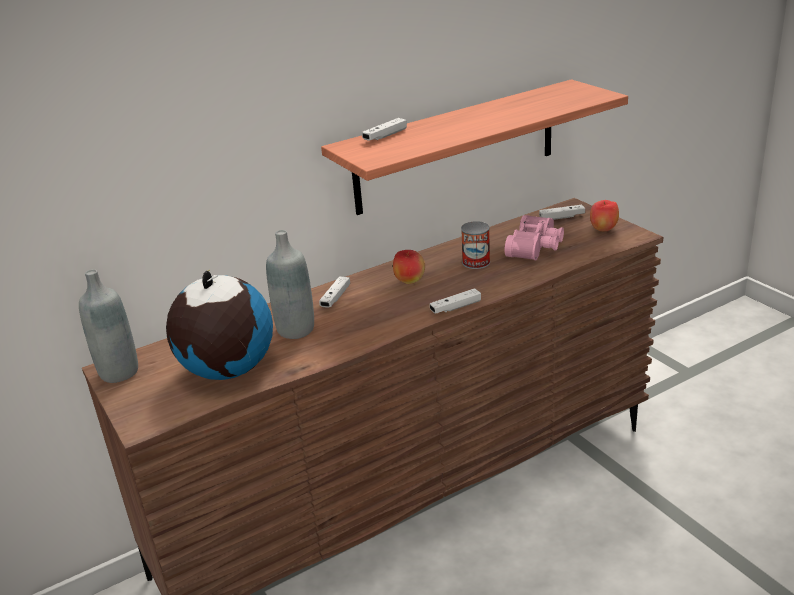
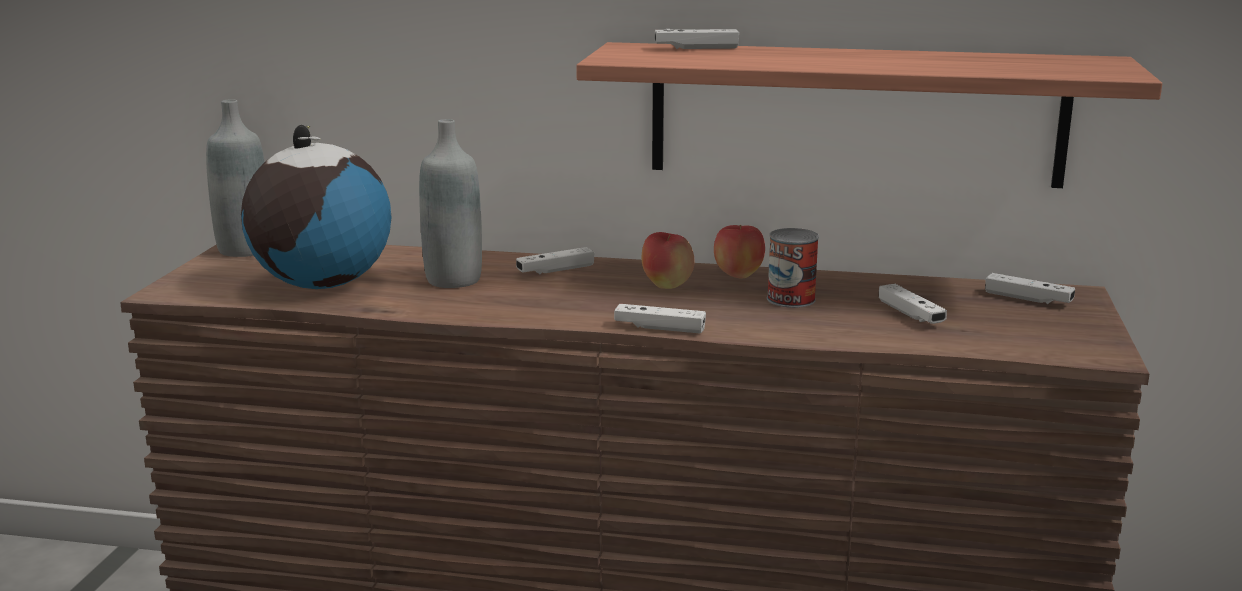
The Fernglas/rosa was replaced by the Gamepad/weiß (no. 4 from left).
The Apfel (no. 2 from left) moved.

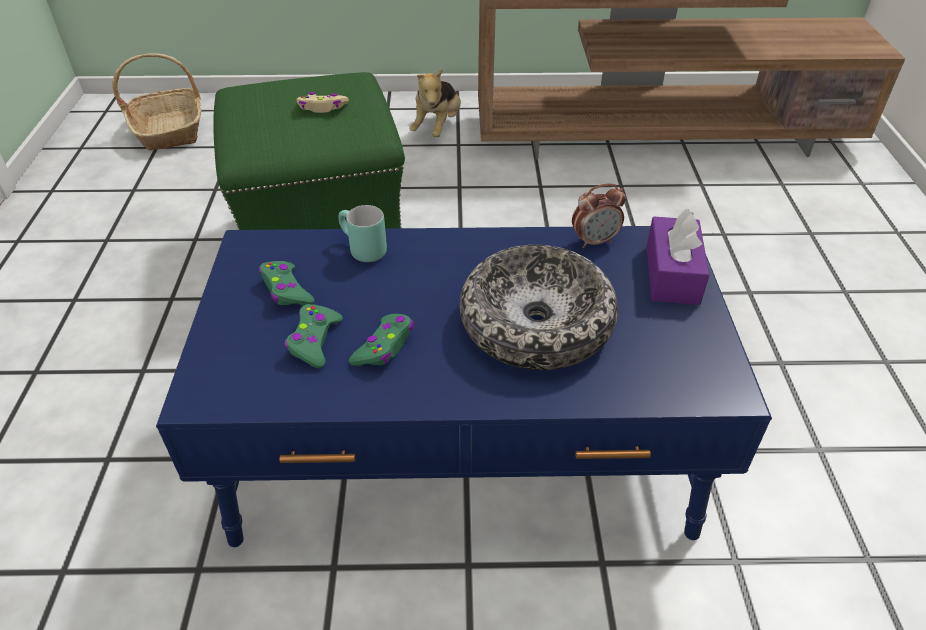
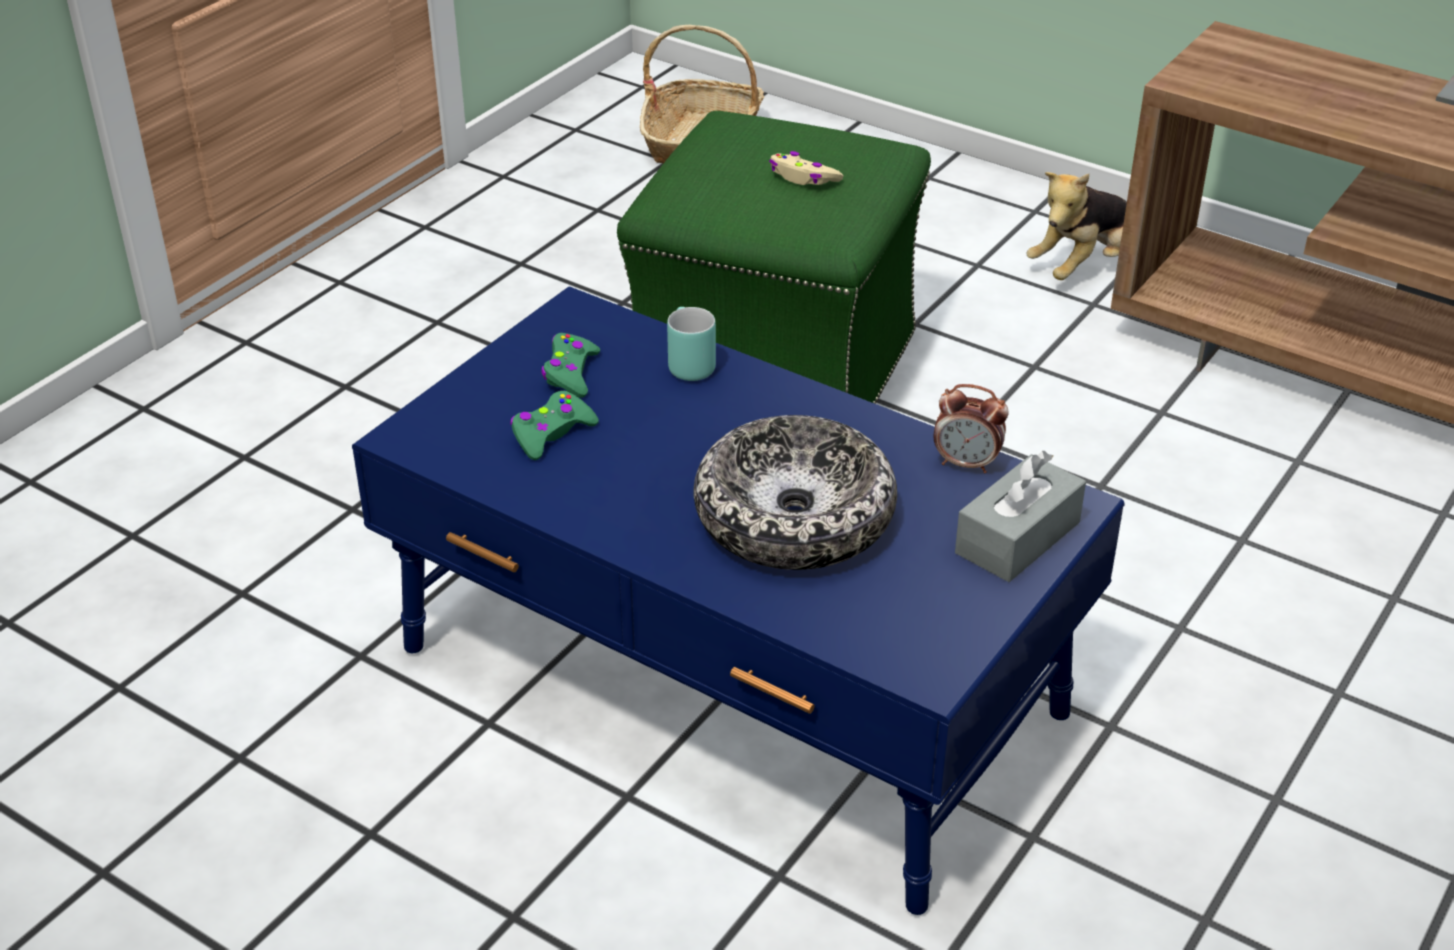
The Gamepad/grün (no. 3 from left) disappeared.
The Taschentuchbox/lila became the Taschentuchbox/grau.

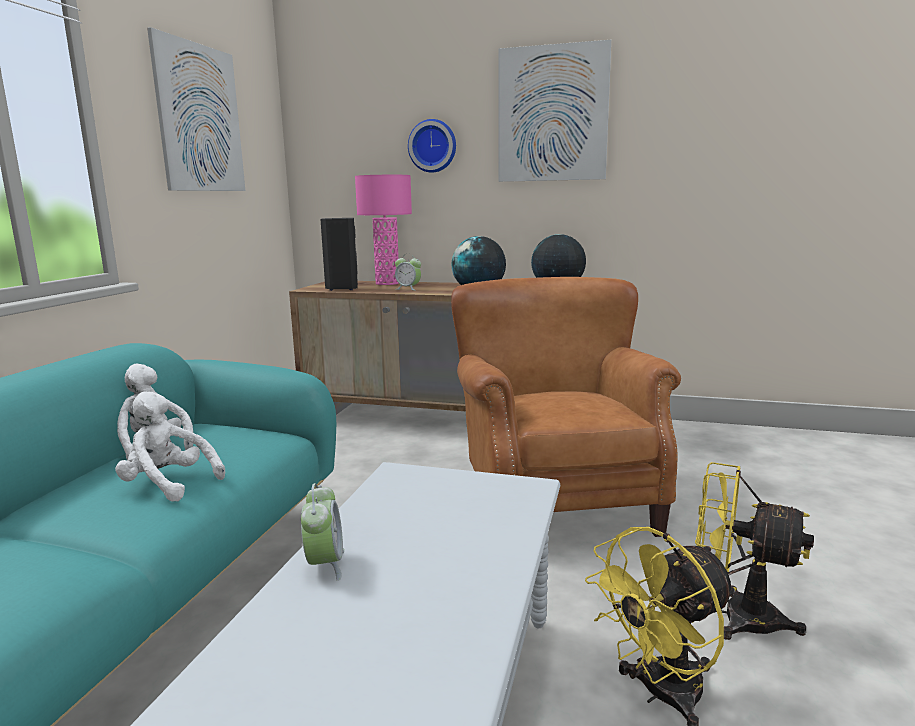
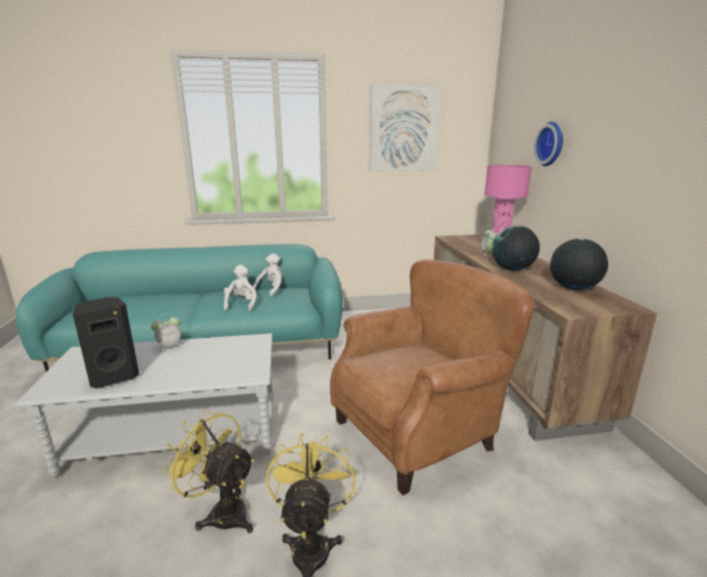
The Lautsprecher/schwarz moved.
The Bild (no. 2 from left) disappeared.

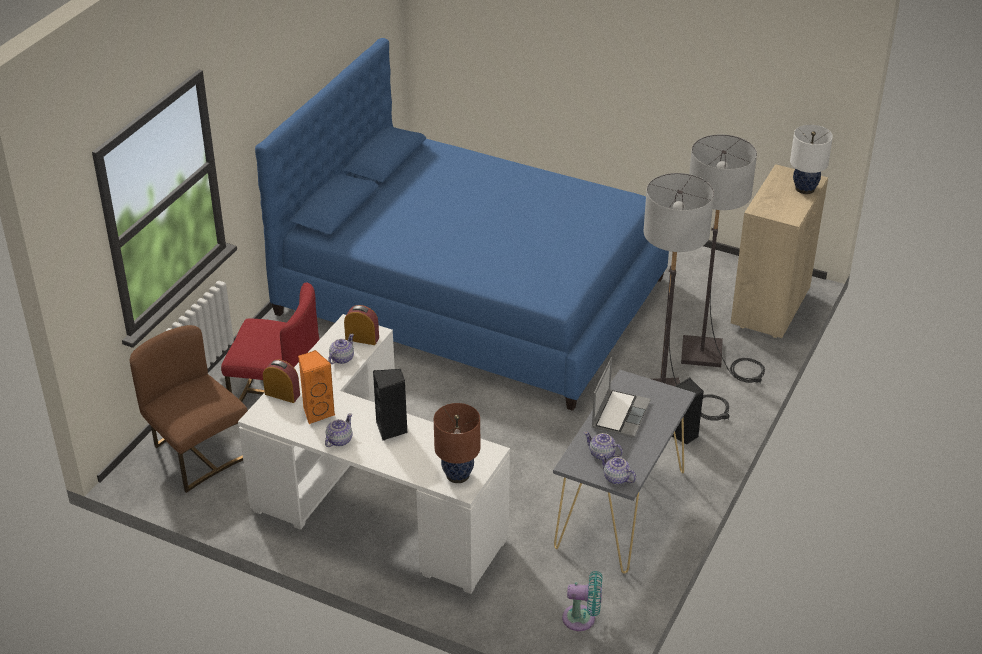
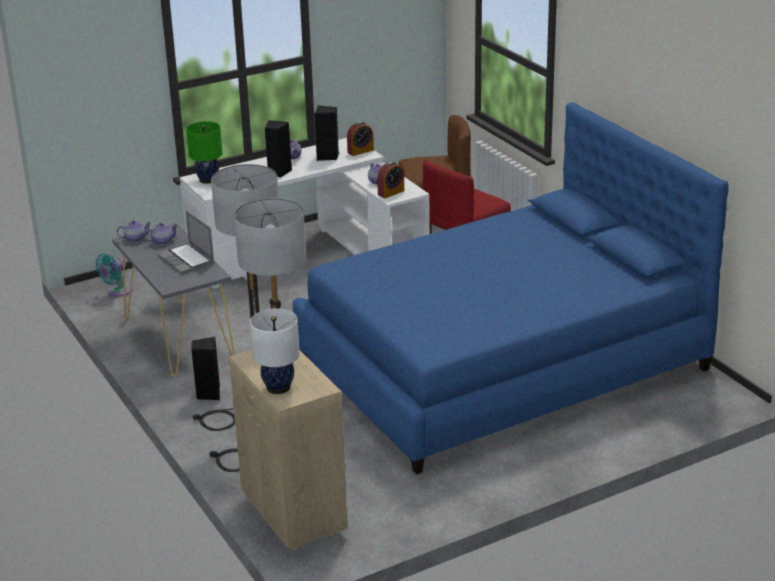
The Lautsprecher/orange became the Lautsprecher/schwarz (no. 3 from left).
The Tischlampe/braun became the Tischlampe/grün.

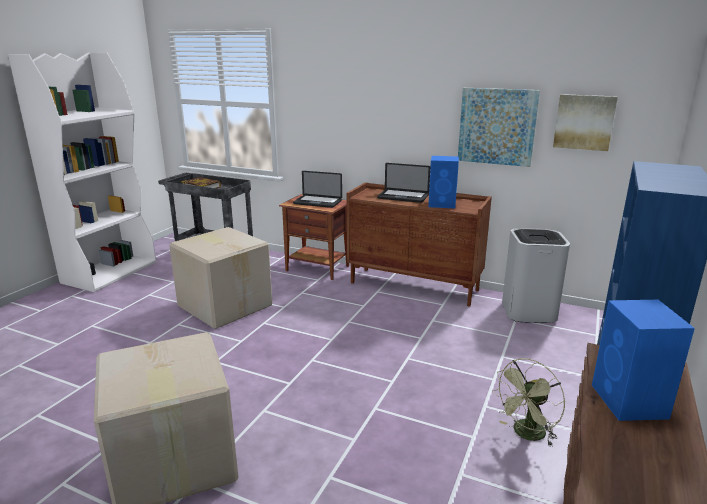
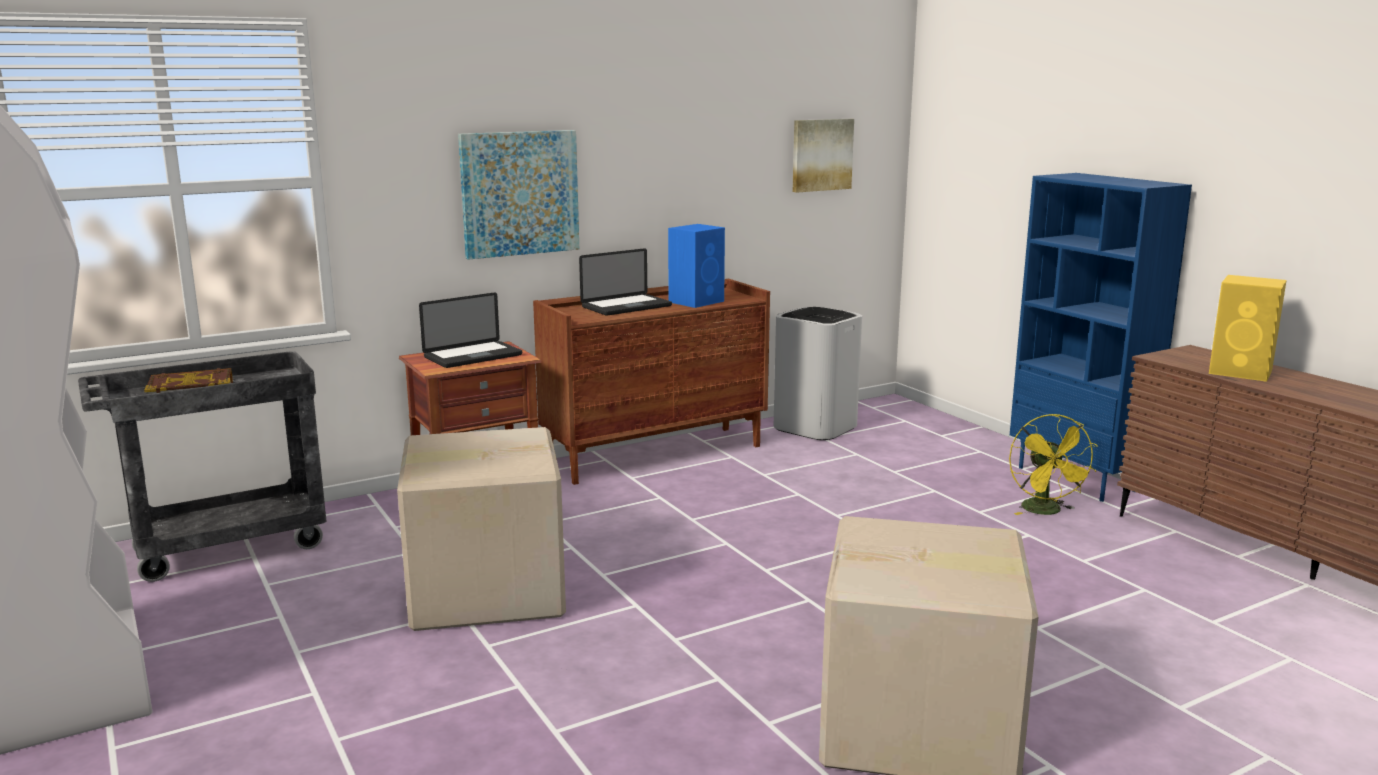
The Bild (no. 1 from left) moved.
The Ventilator/grün became the Ventilator/gelb.
The Lautsprecher/blau (no. 2 from left) became the Lautsprecher/gelb.

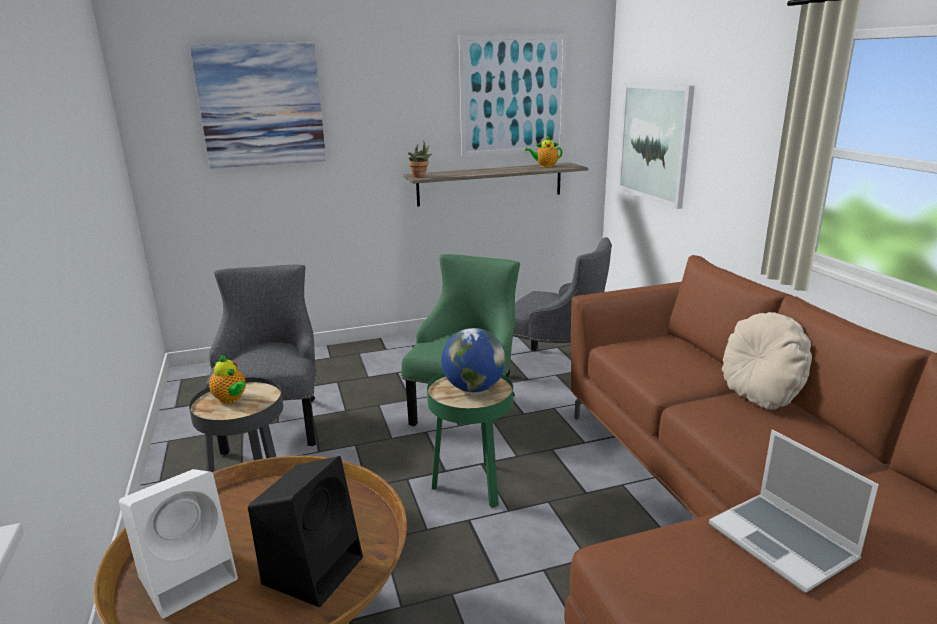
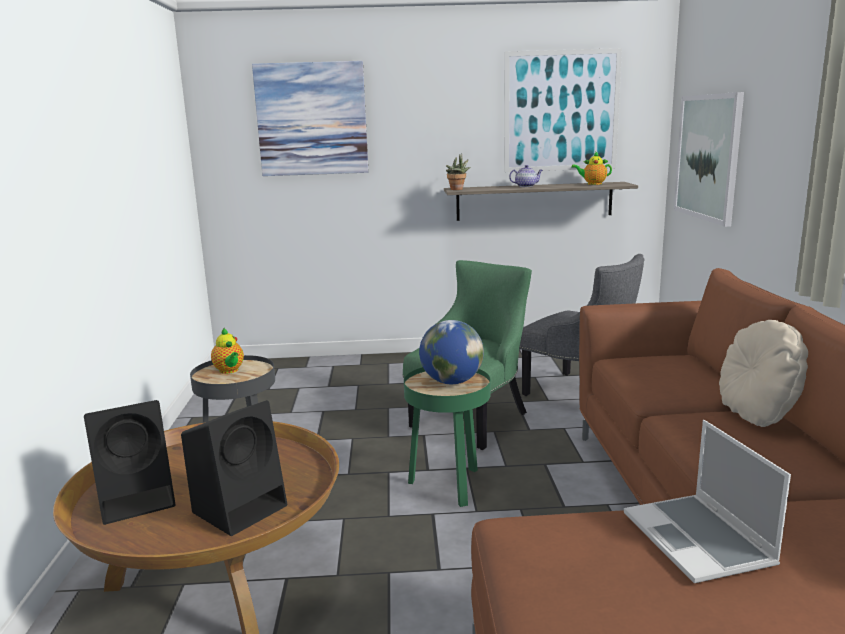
The Lautsprecher/weiß became the Lautsprecher/schwarz (no. 1 from left).
The Sessel/grau (no. 1 from left) disappeared.
The Teekanne (no. 2 from left) appeared.

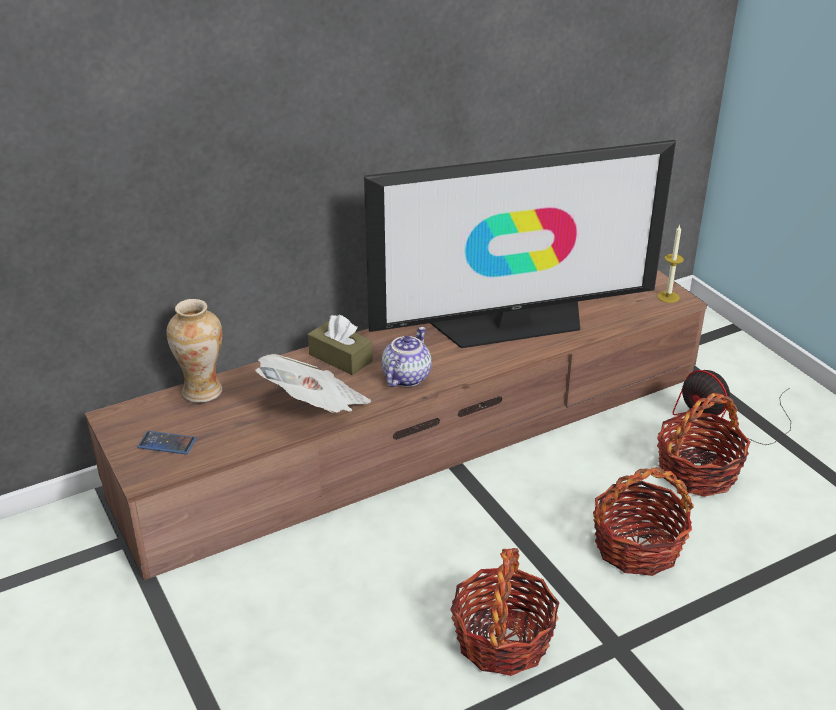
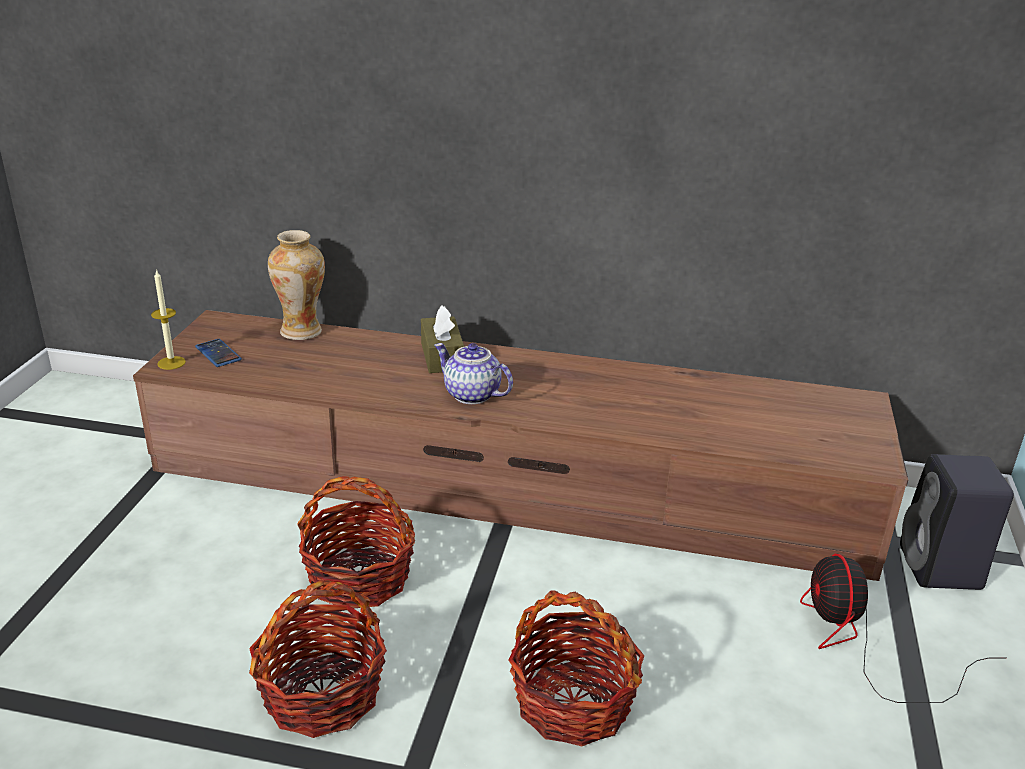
The Zeitung disappeared.
The Fernseher disappeared.
The Teekanne turned 120 degrees counterclockwise.
The Kerze moved.
The Korb (no. 3 from left in the first image) moved.
The Lautsprecher/schwarz appeared.

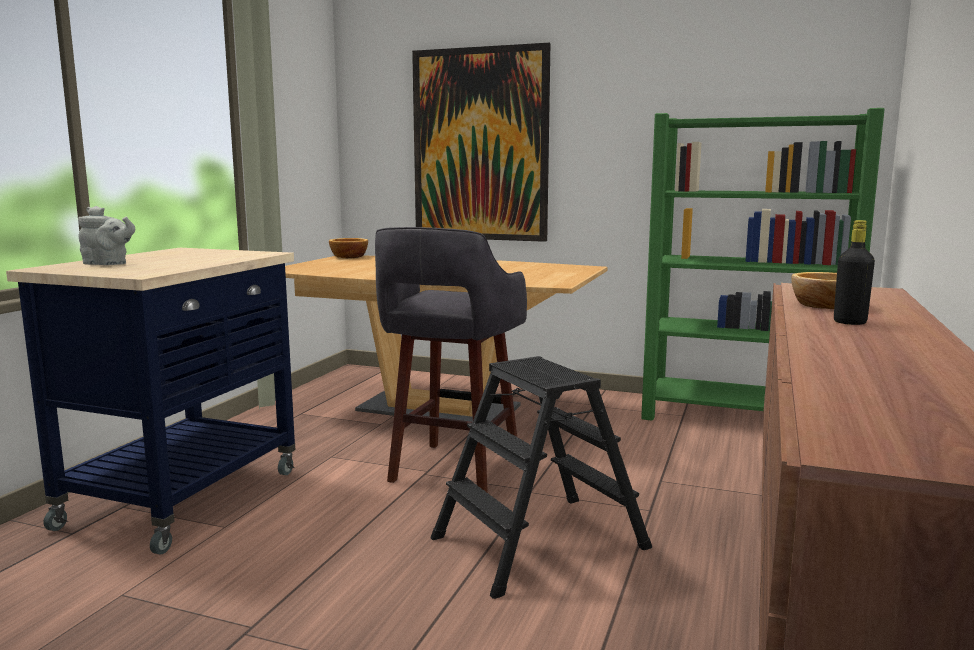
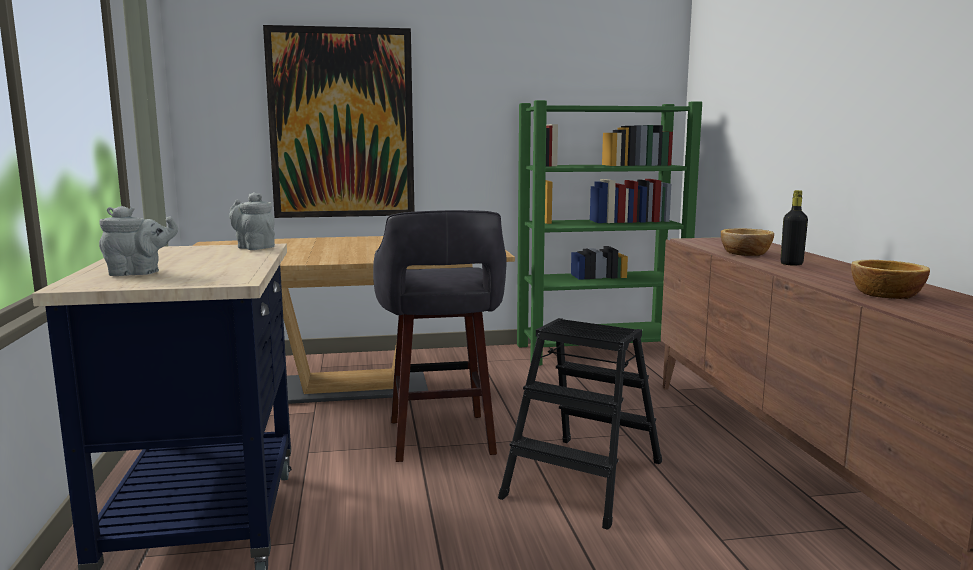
The Schüssel (no. 1 from left in the first image) moved.
The Teekanne/grau (no. 2 from left) appeared.

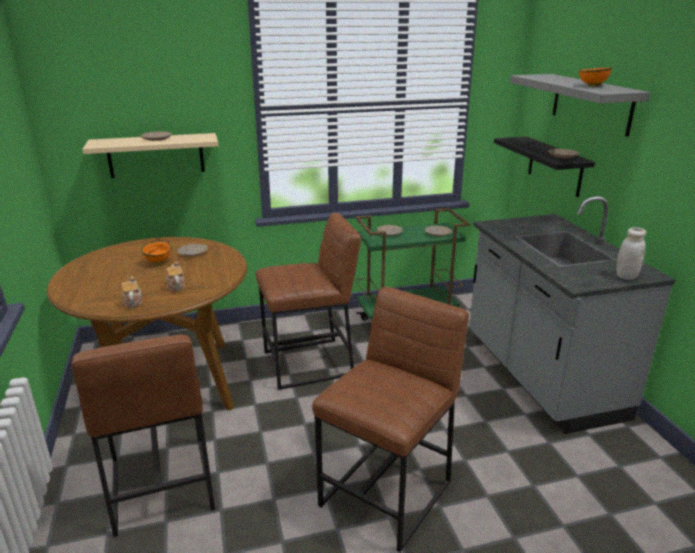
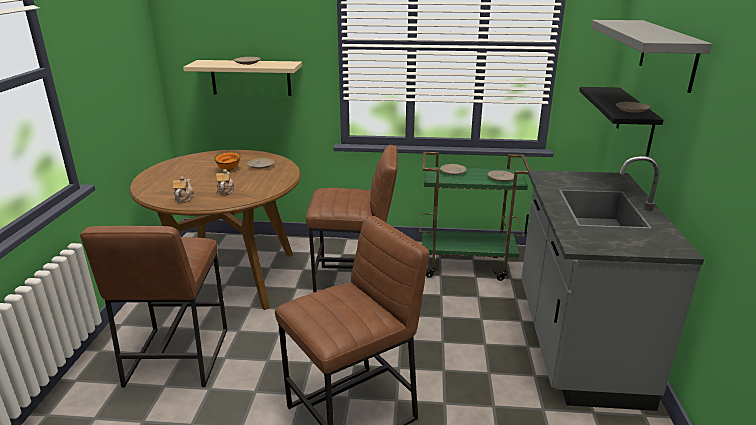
The Schüssel/orange (no. 2 from left) disappeared.
The Vorratsglas/weiß disappeared.

